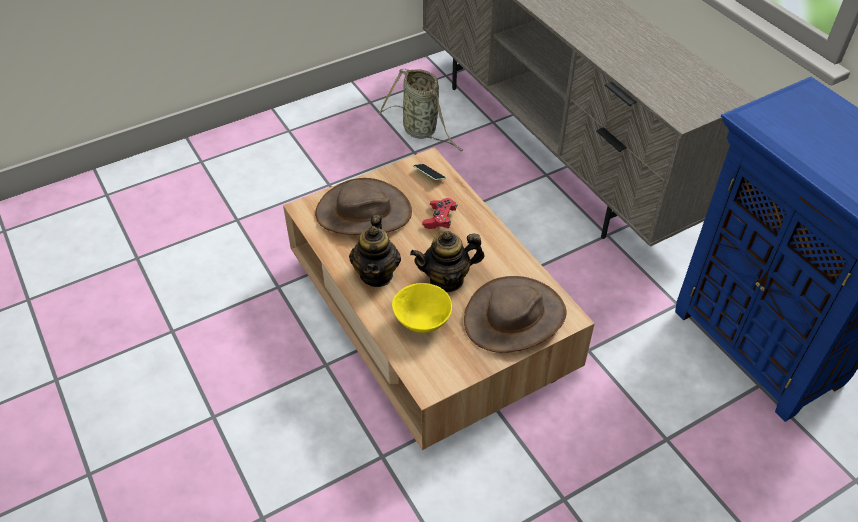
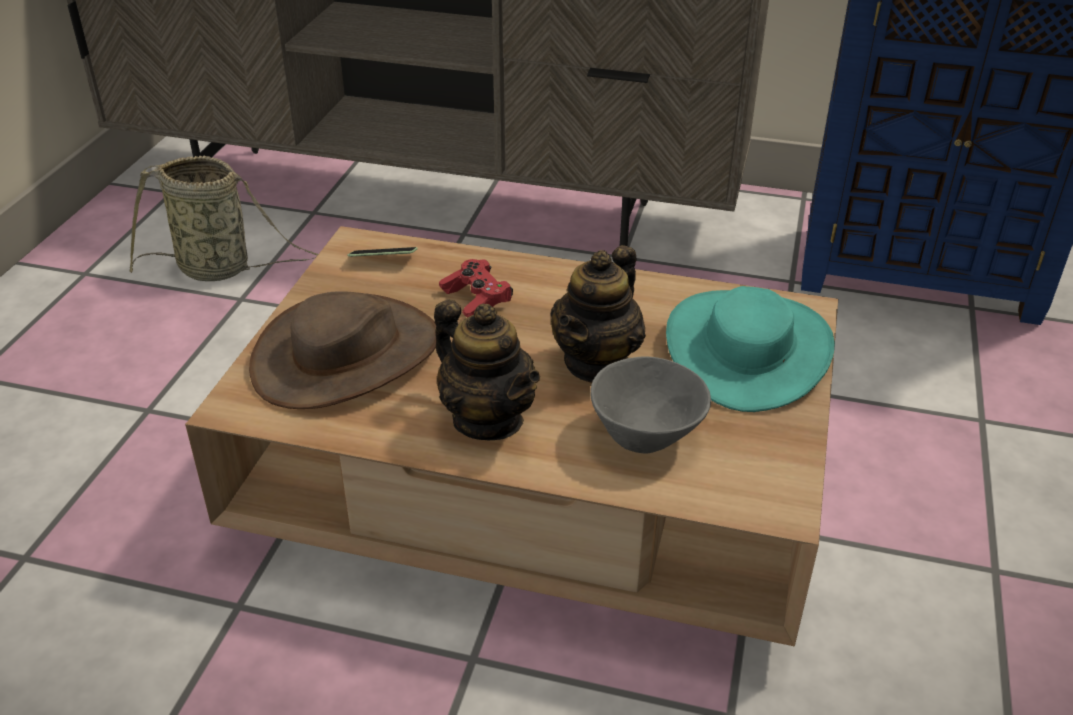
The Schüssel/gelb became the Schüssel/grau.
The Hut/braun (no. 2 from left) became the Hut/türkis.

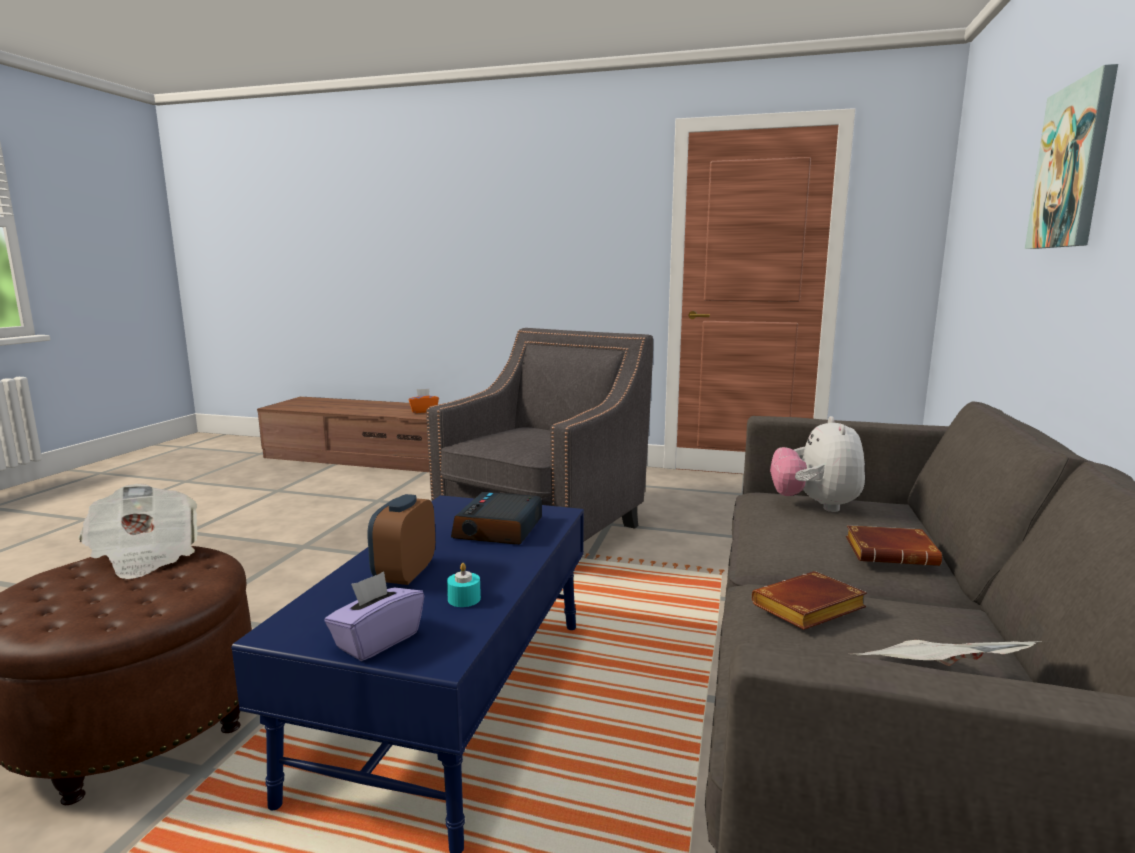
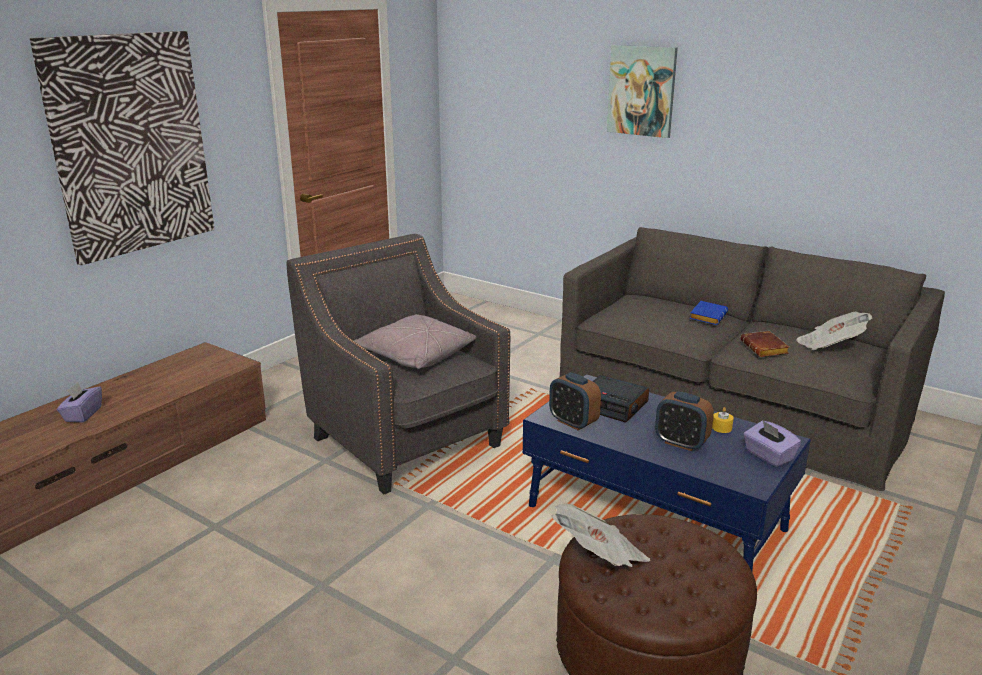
The Taschentuchbox/orange became the Taschentuchbox/lila (no. 1 from left).
The Kerze/türkis became the Kerze/gelb.
The Plüschtier disappeared.
The Buch/braun (no. 2 from left) became the Buch/blau.
The Bild (no. 1 from left) appeared.
The Kissen/lila appeared.
The Wecker (no. 1 from left) appeared.

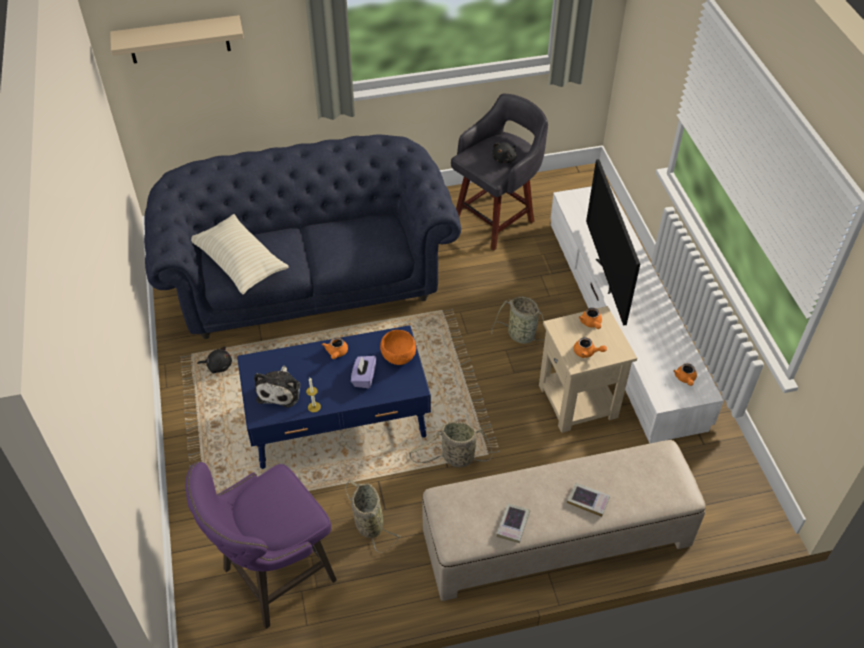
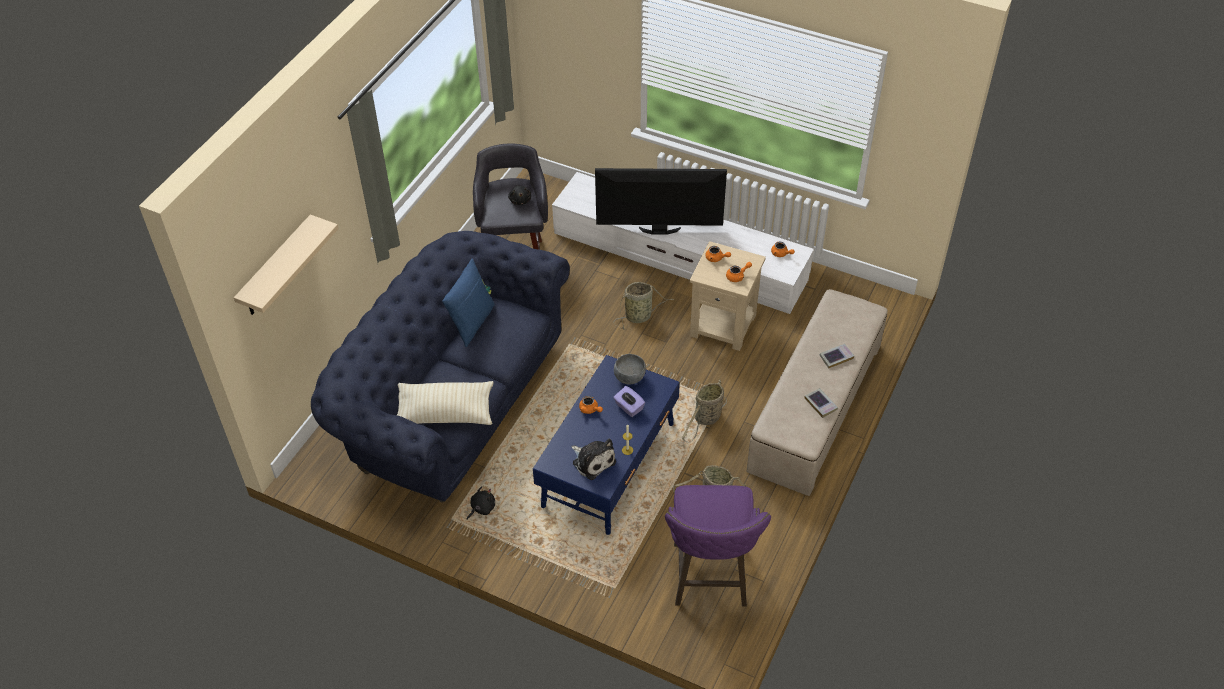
The Schüssel/orange became the Schüssel/grau.
The Fernseher turned 150 degrees clockwise.
The Kissen/blau appeared.

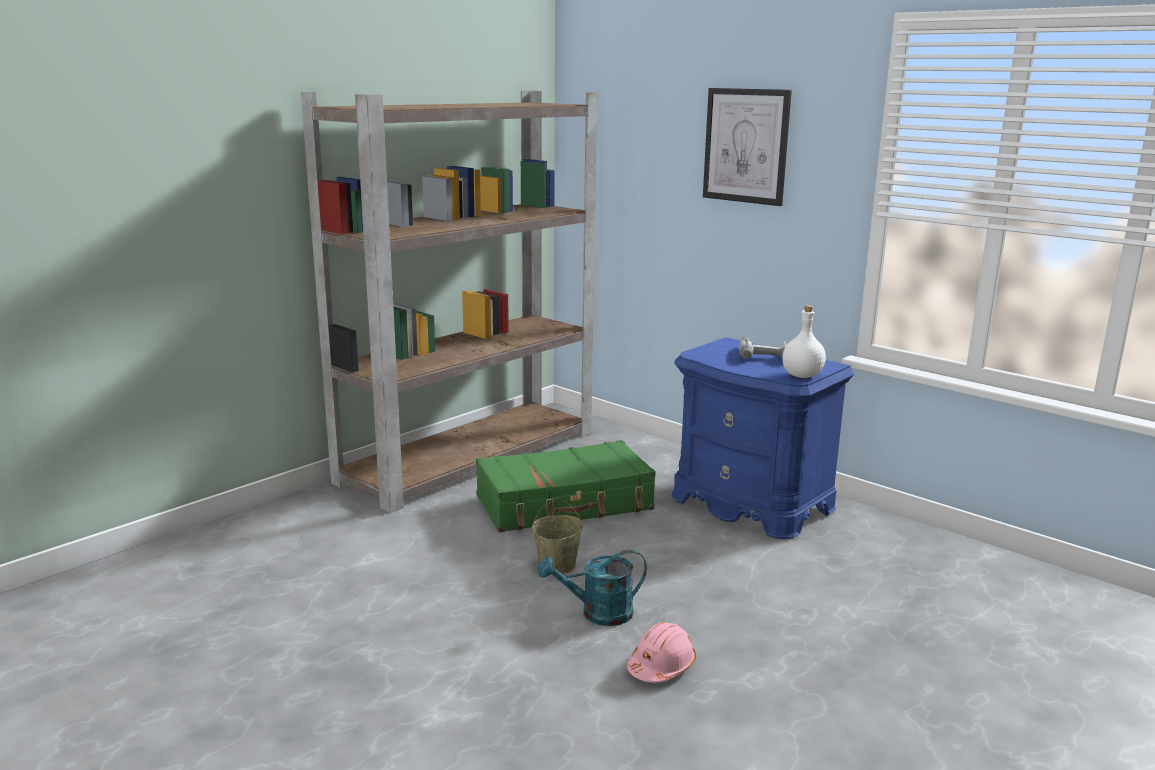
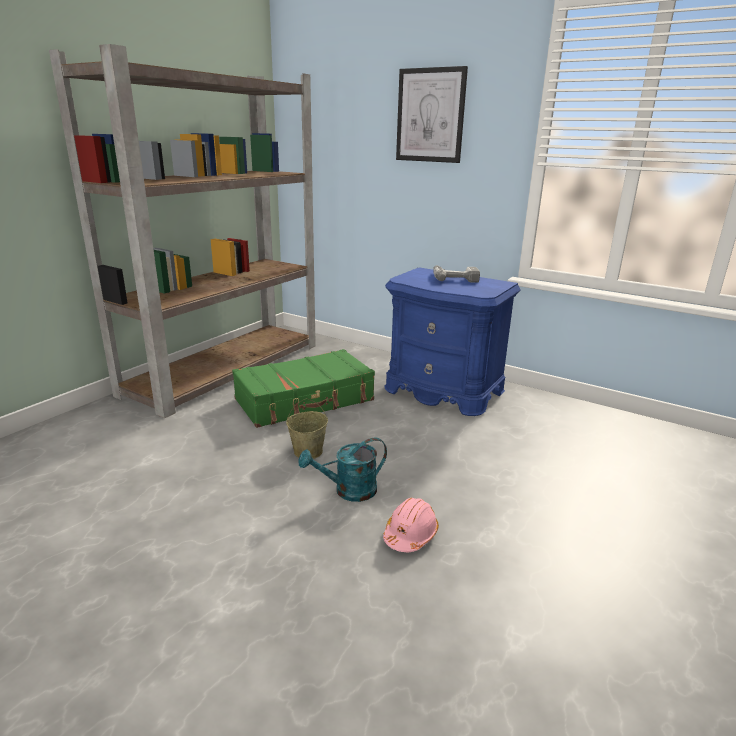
The Flasche/weiß disappeared.

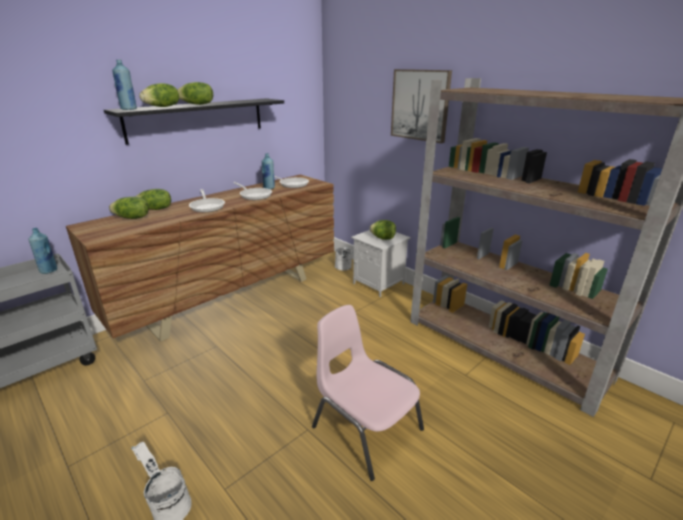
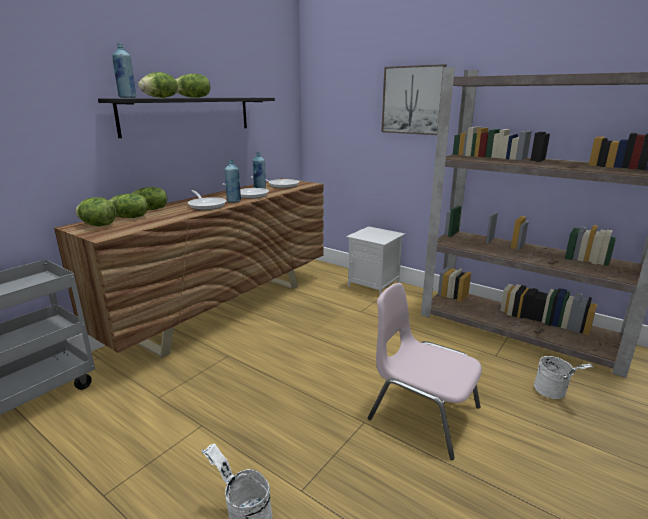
The Flasche/blau (no. 1 from left in the first image) moved.
The Eimer/weiß (no. 2 from left) moved.
The Salatkopf (no. 5 from left in the first image) moved.

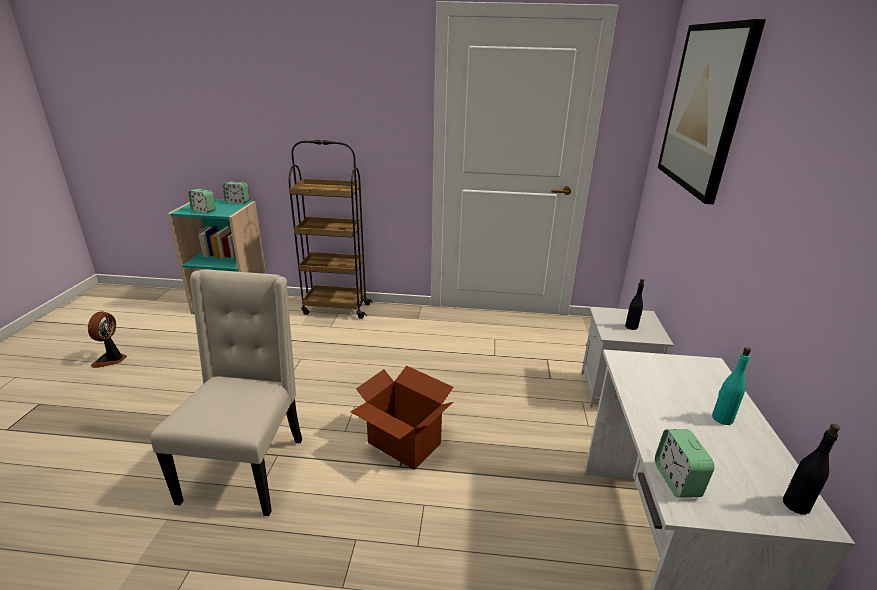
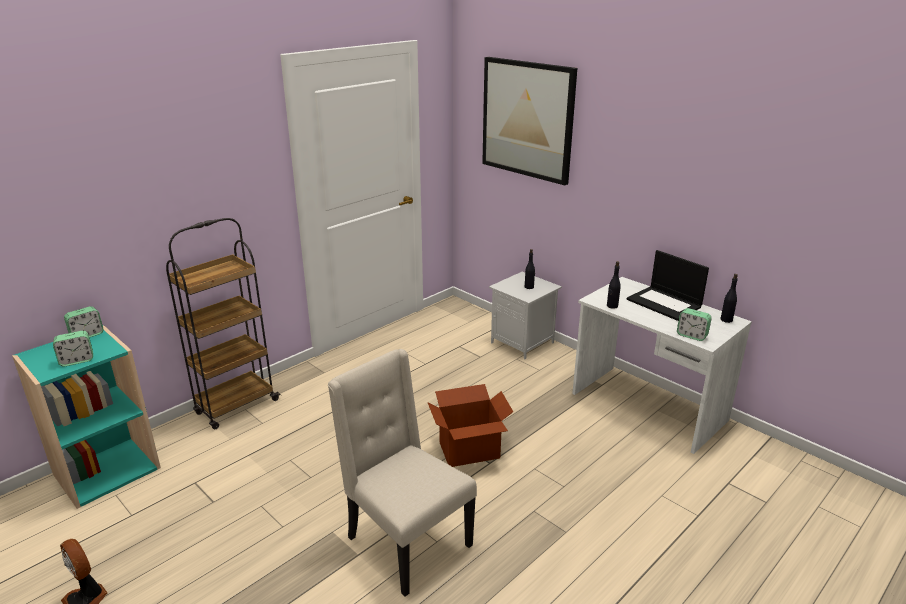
The Flasche/türkis was replaced by the Laptop.
The Flasche/schwarz (no. 2 from left) appeared.

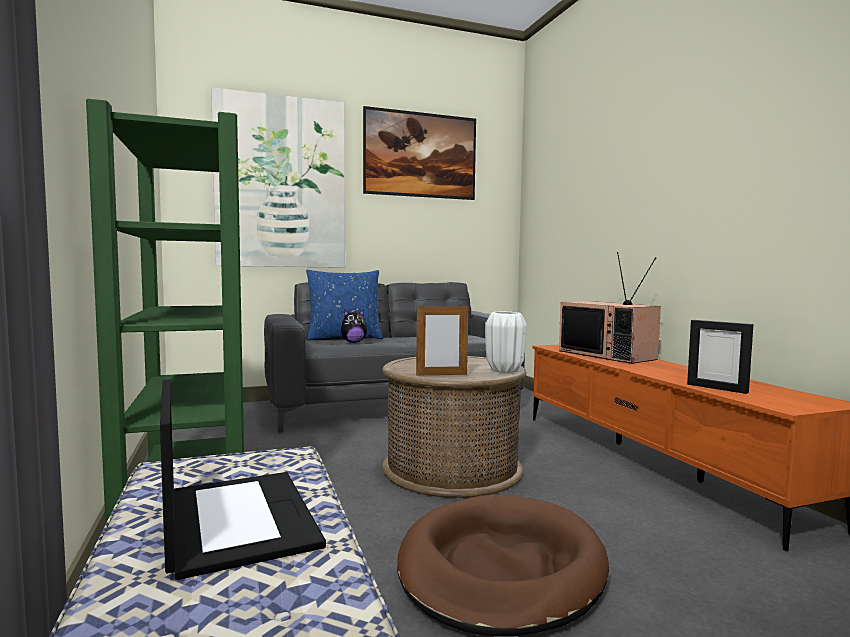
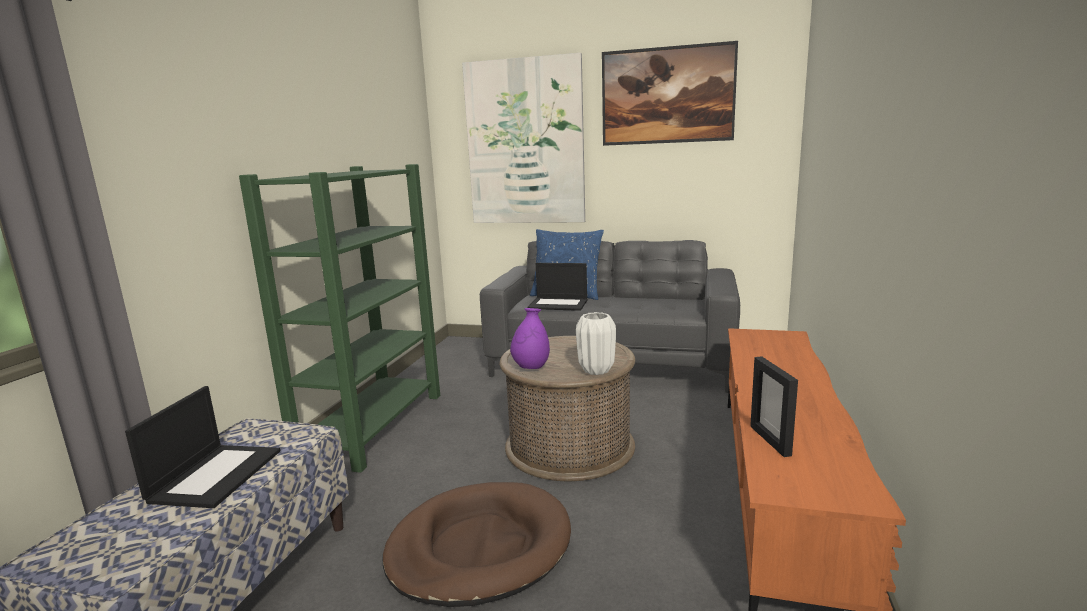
The Plüschtier was replaced by the Laptop (no. 2 from left).
The Bilderrahmen (no. 1 from left) was replaced by the Vase/lila.
The Fernseher disappeared.

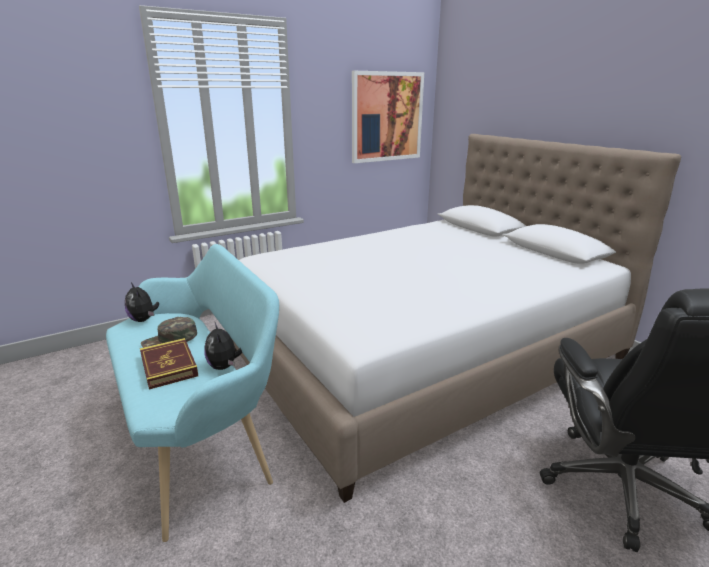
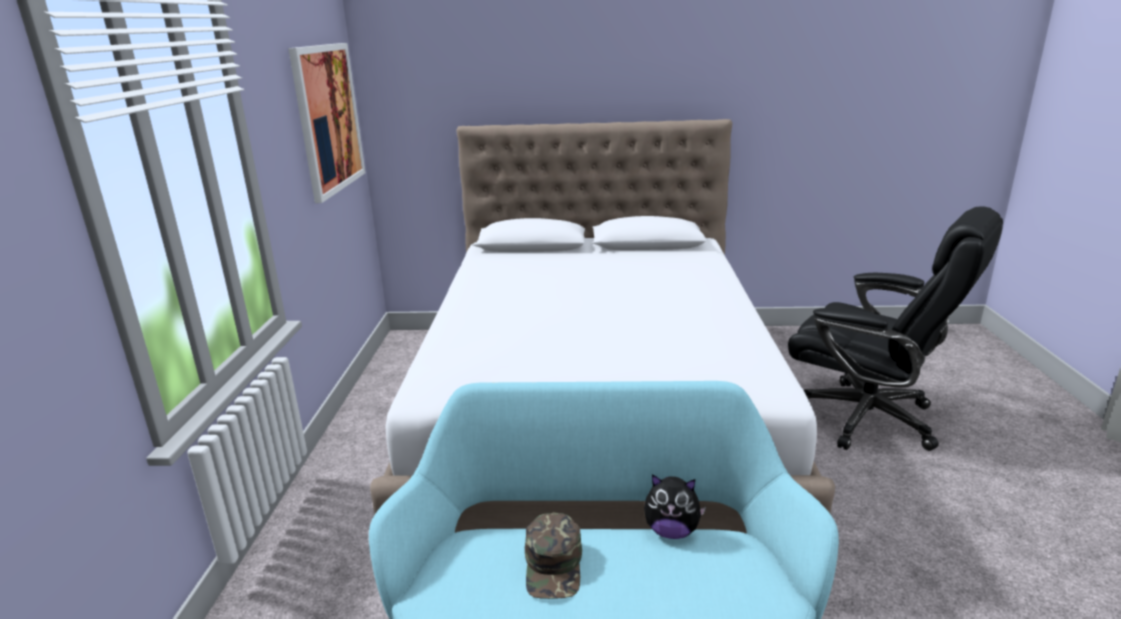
The Plüschtier (no. 1 from left) disappeared.
The Buch disappeared.

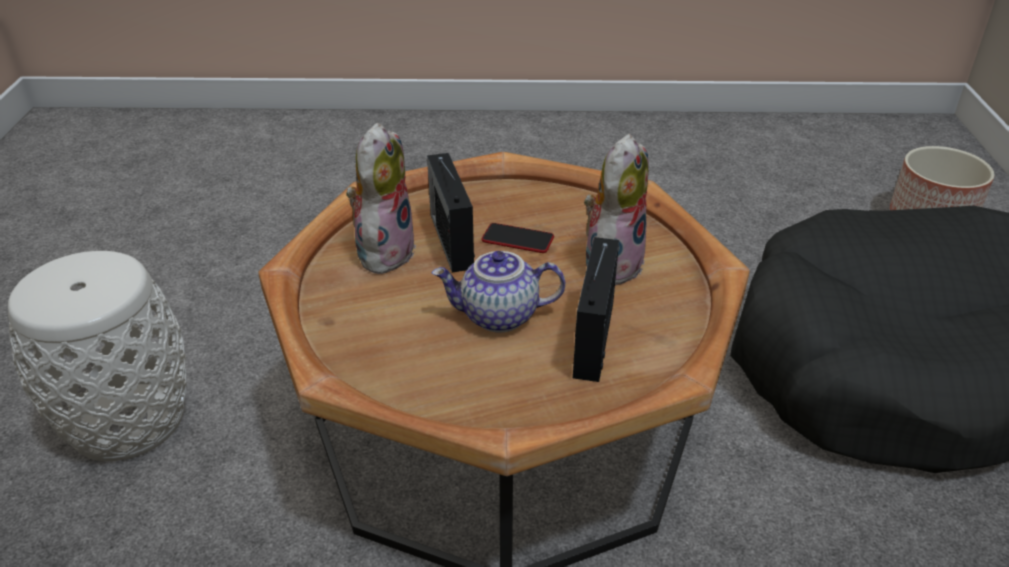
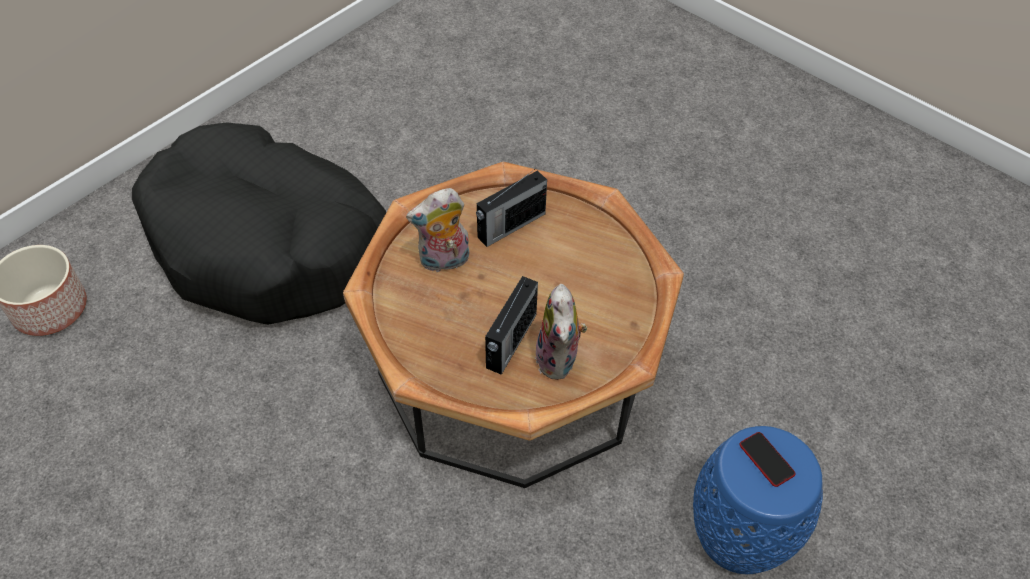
The Hocker/weiß became the Hocker/blau.
The Plüschtier (no. 1 from left in the first image) turned 60 degrees counterclockwise.
The Teekanne disappeared.
The Handy moved.

